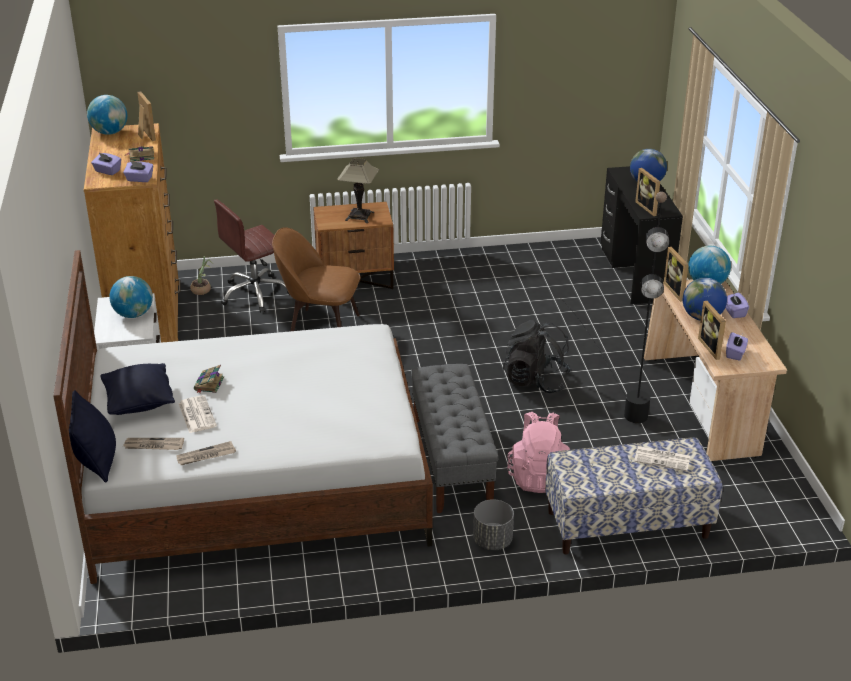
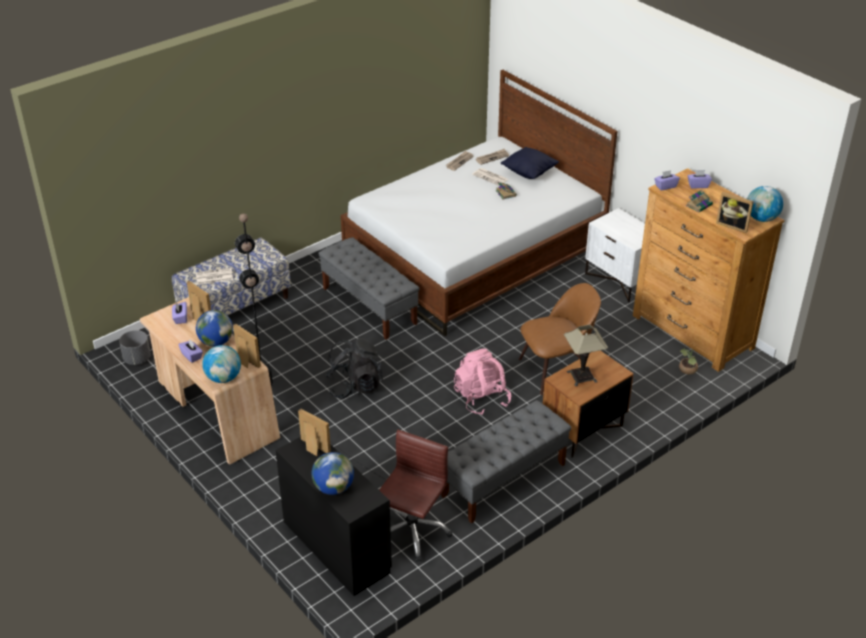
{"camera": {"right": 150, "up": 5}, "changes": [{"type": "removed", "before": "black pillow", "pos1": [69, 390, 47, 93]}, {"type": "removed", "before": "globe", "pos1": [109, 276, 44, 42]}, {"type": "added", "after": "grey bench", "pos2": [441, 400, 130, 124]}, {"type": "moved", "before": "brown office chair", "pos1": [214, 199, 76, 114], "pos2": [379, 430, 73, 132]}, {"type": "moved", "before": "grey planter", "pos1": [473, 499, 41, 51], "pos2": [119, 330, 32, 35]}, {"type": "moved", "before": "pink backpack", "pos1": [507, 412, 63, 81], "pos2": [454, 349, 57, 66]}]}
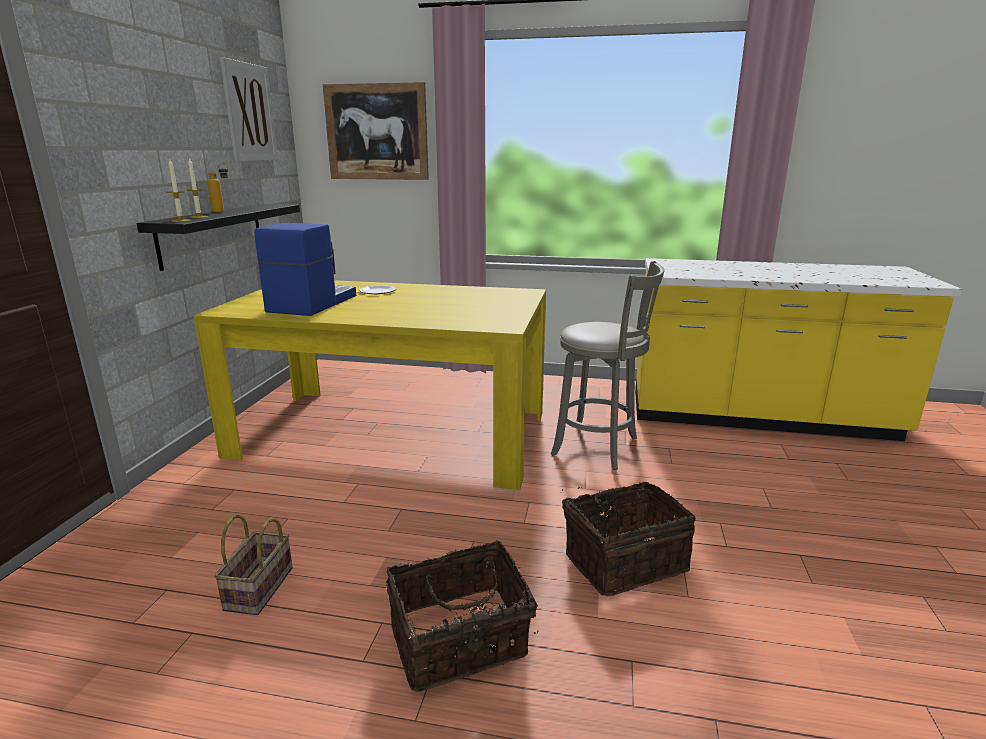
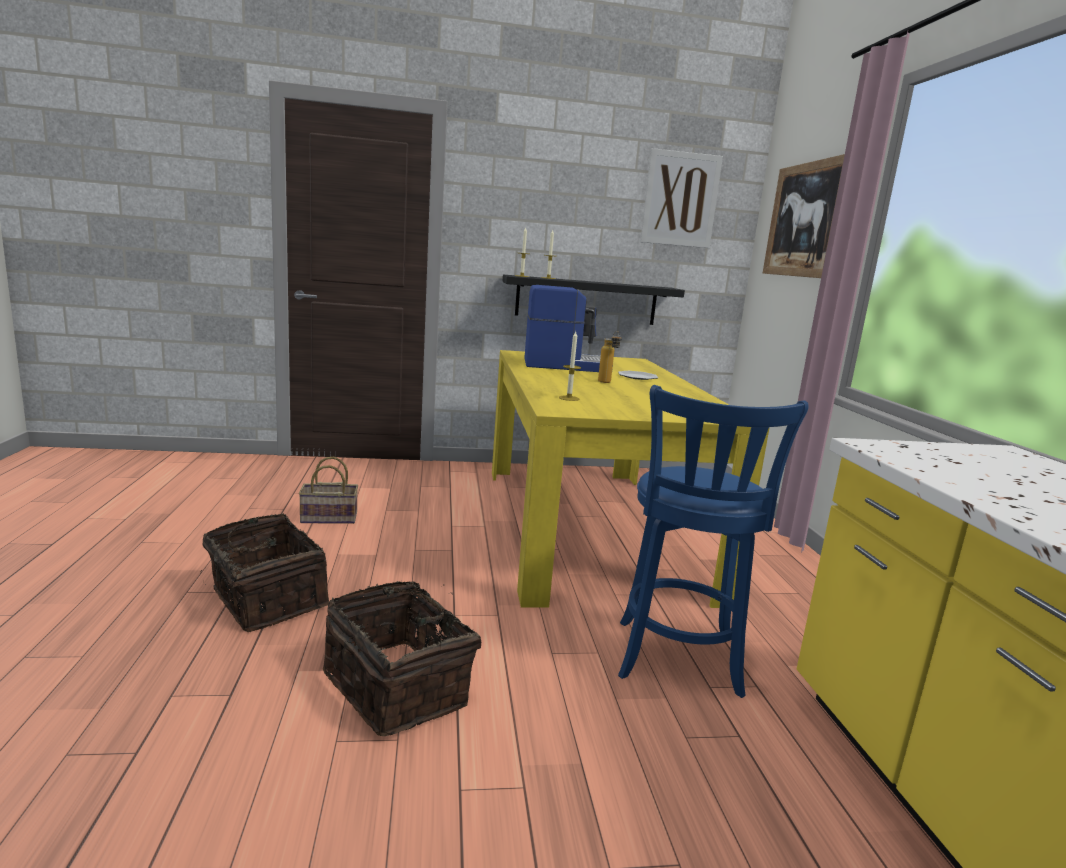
{"camera": {"right": 70, "up": -5}, "changes": [{"type": "added", "after": "candle", "pos2": [559, 331, 22, 70]}, {"type": "moved", "before": "bottle", "pos1": [207, 163, 21, 50], "pos2": [598, 331, 24, 52]}, {"type": "recoloured", "before": "grey stool", "after": "blue stool", "pos1": [551, 261, 113, 209], "pos2": [618, 385, 191, 313]}]}
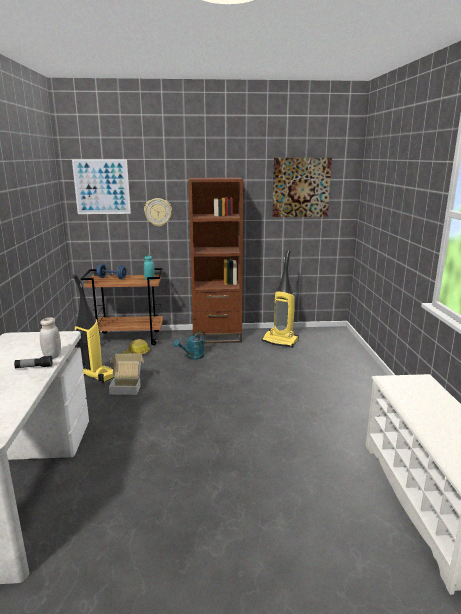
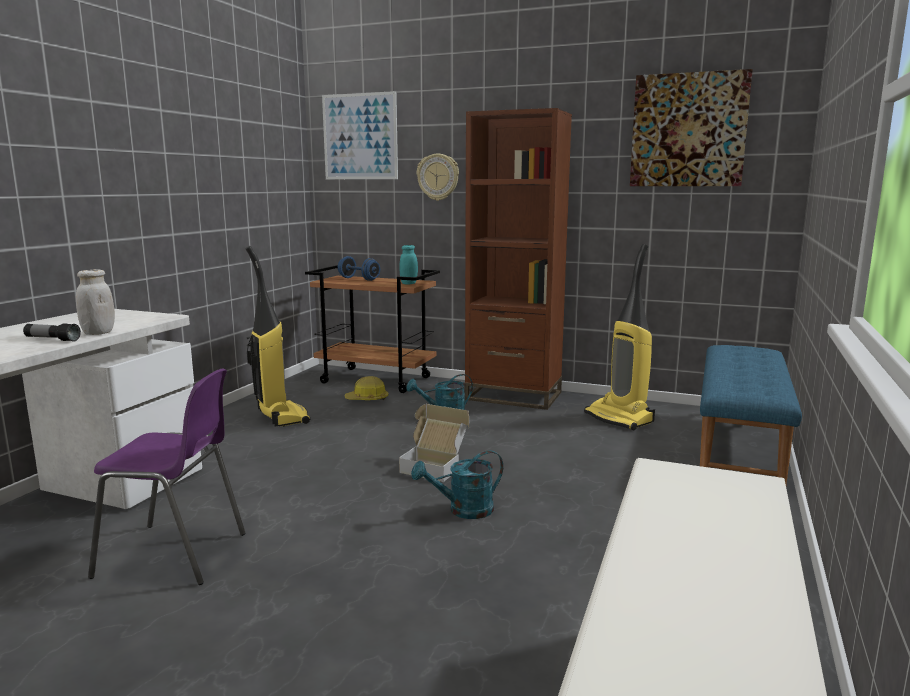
{"camera": {"right": 25, "up": -5}, "changes": [{"type": "added", "after": "purple chair", "pos2": [88, 369, 158, 216]}, {"type": "added", "after": "turquoise watering can", "pos2": [411, 451, 92, 68]}, {"type": "added", "after": "blue bench", "pos2": [700, 345, 102, 139]}, {"type": "moved", "before": "cardboard box", "pos1": [109, 354, 35, 41], "pos2": [399, 404, 71, 78]}]}
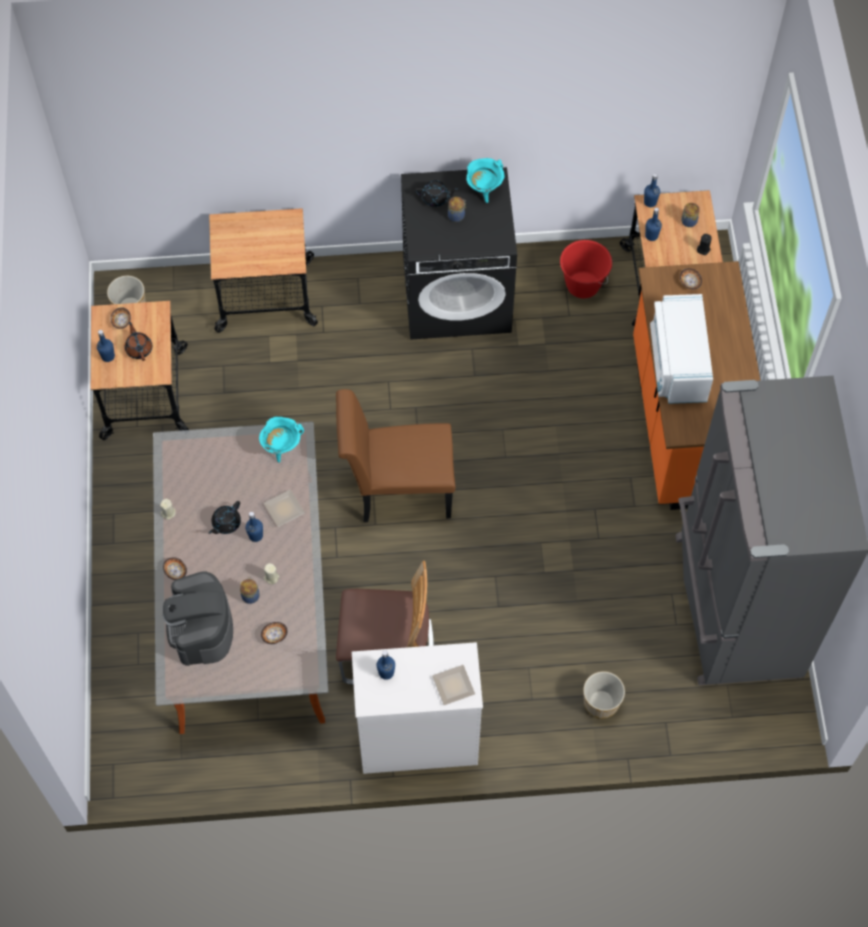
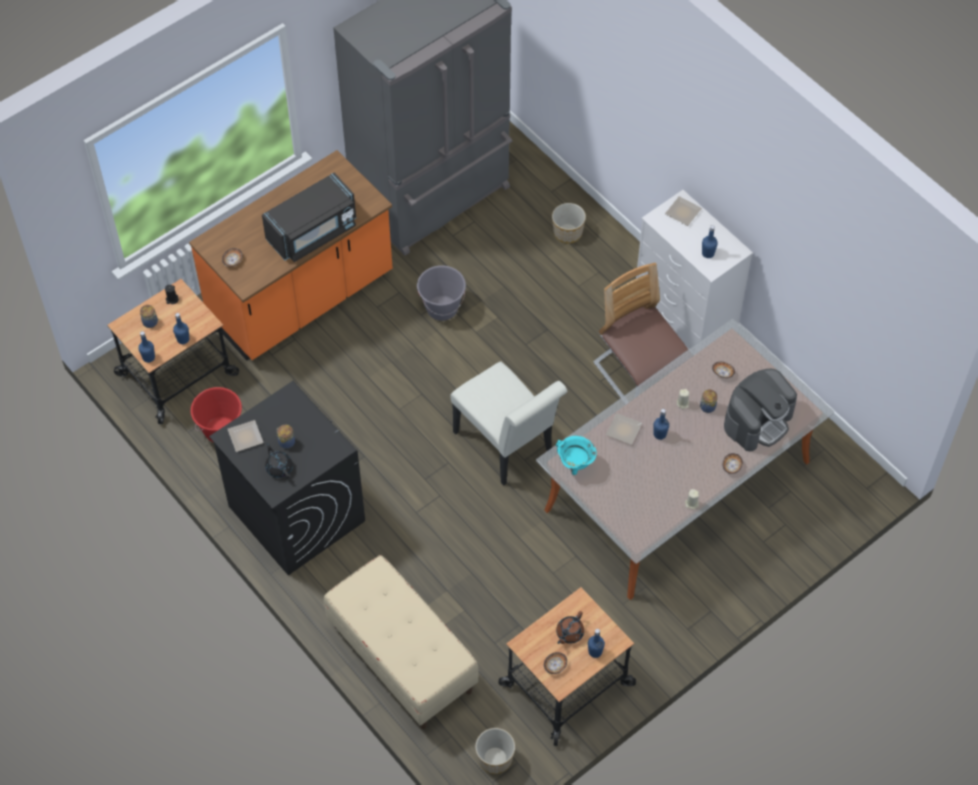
{"camera": {"right": -125, "up": -5}, "changes": [{"type": "removed", "before": "black teapot", "pos1": [209, 501, 32, 33]}, {"type": "added", "after": "grey bucket", "pos2": [417, 265, 49, 56]}, {"type": "replaced", "before": "cart", "after": "beige bench", "pos1": [209, 208, 109, 125], "pos2": [324, 555, 155, 174]}, {"type": "replaced", "before": "turquoise cooking pot", "after": "plate", "pos1": [467, 158, 37, 45], "pos2": [228, 420, 36, 32]}, {"type": "recoloured", "before": "brown chair", "after": "white chair", "pos1": [336, 389, 120, 133], "pos2": [451, 361, 116, 125]}, {"type": "recoloured", "before": "white microwave", "after": "black microwave", "pos1": [650, 294, 63, 110], "pos2": [262, 173, 94, 89]}]}
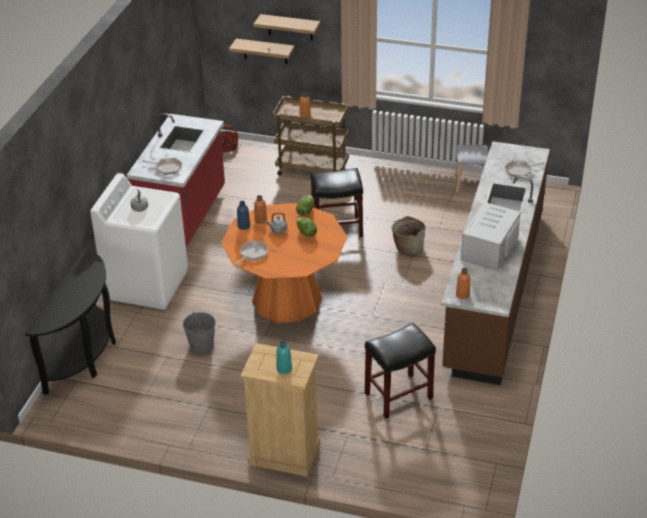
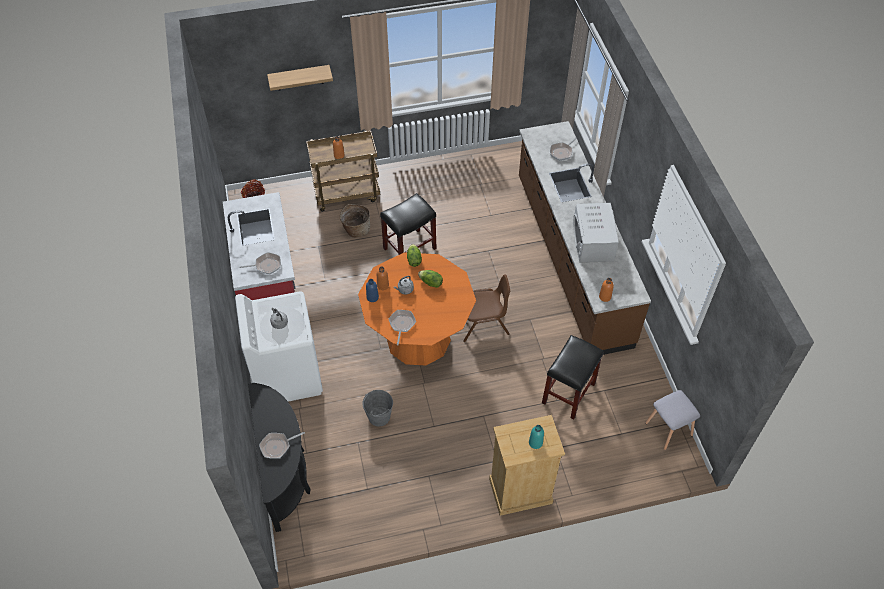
{"camera": {"right": -30, "up": 15}, "changes": [{"type": "removed", "before": "shelf", "pos1": [229, 39, 66, 25]}, {"type": "added", "after": "frying pan", "pos2": [259, 432, 46, 27]}, {"type": "added", "after": "brown chair", "pos2": [463, 274, 47, 68]}, {"type": "moved", "before": "basket", "pos1": [391, 216, 35, 38], "pos2": [340, 204, 30, 34]}, {"type": "moved", "before": "grey stool", "pos1": [454, 145, 35, 49], "pos2": [645, 390, 55, 60]}]}
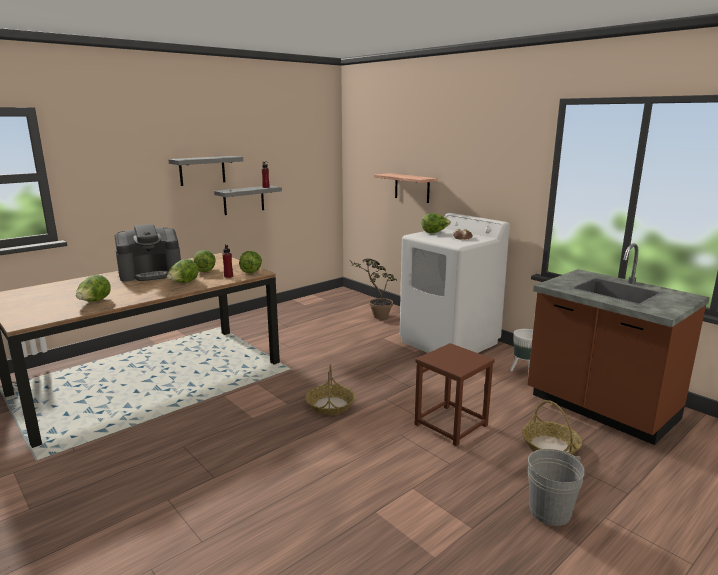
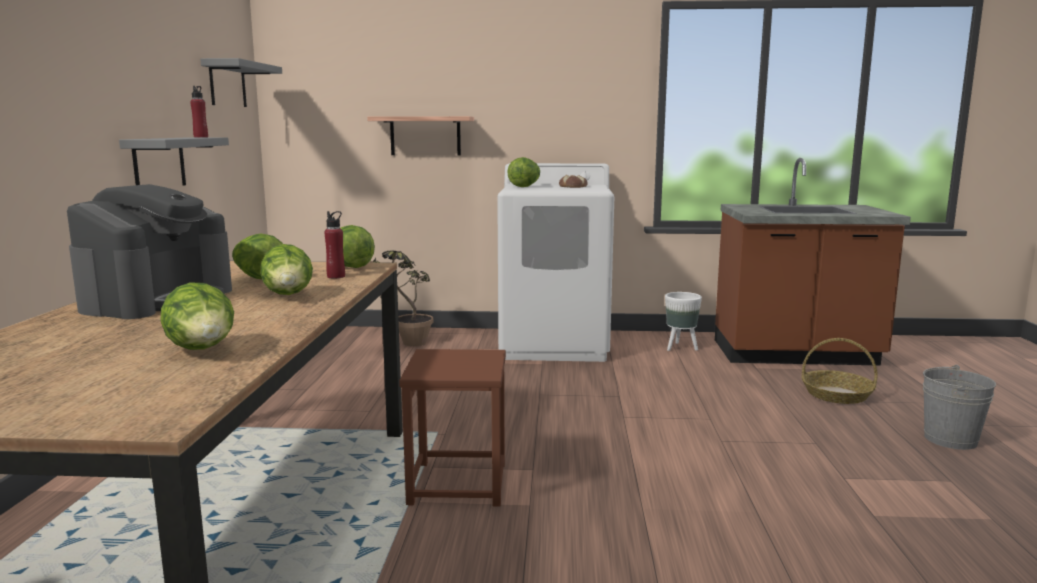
{"camera": {"right": -45, "up": -5}, "changes": [{"type": "removed", "before": "basket", "pos1": [306, 365, 49, 50]}, {"type": "moved", "before": "grey shelf", "pos1": [168, 156, 75, 30], "pos2": [200, 58, 82, 49]}, {"type": "moved", "before": "brown stool", "pos1": [415, 343, 80, 103], "pos2": [399, 349, 107, 158]}]}
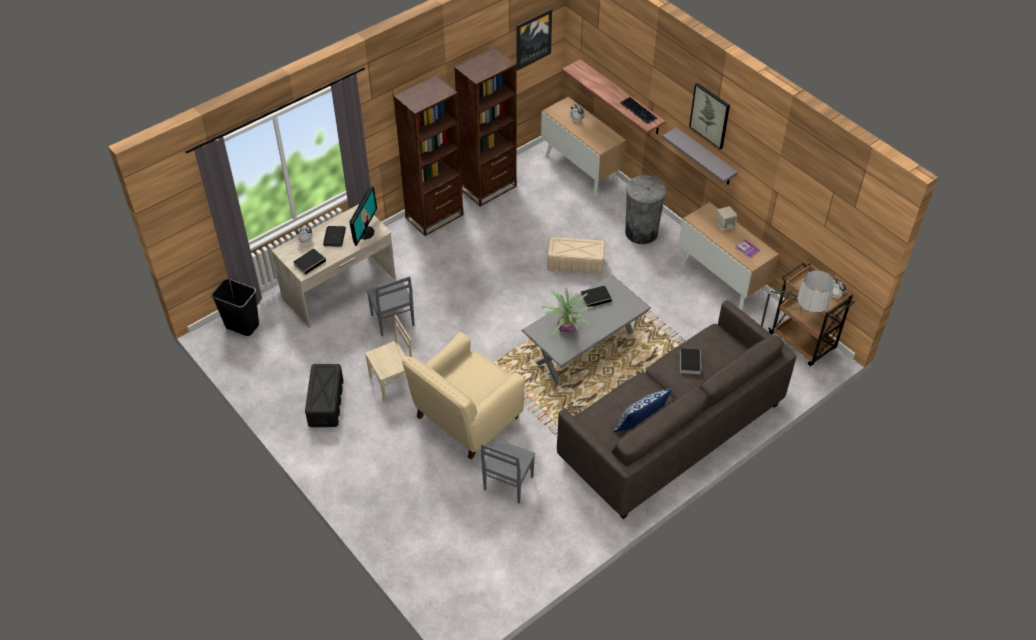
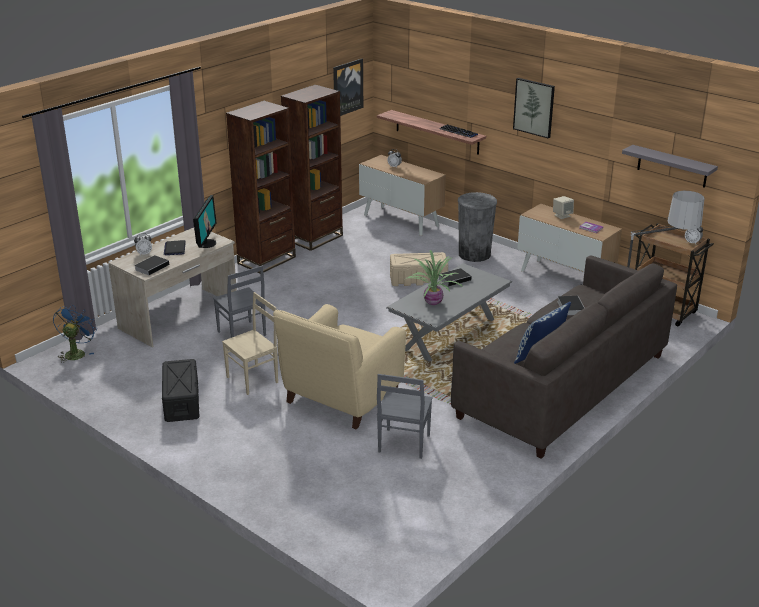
{"camera": {"right": -10, "up": -20}, "changes": [{"type": "moved", "before": "grey shelf", "pos1": [662, 127, 76, 58], "pos2": [622, 145, 96, 43]}, {"type": "replaced", "before": "black trash can", "after": "blue fan", "pos1": [211, 278, 48, 58], "pos2": [53, 305, 43, 58]}]}
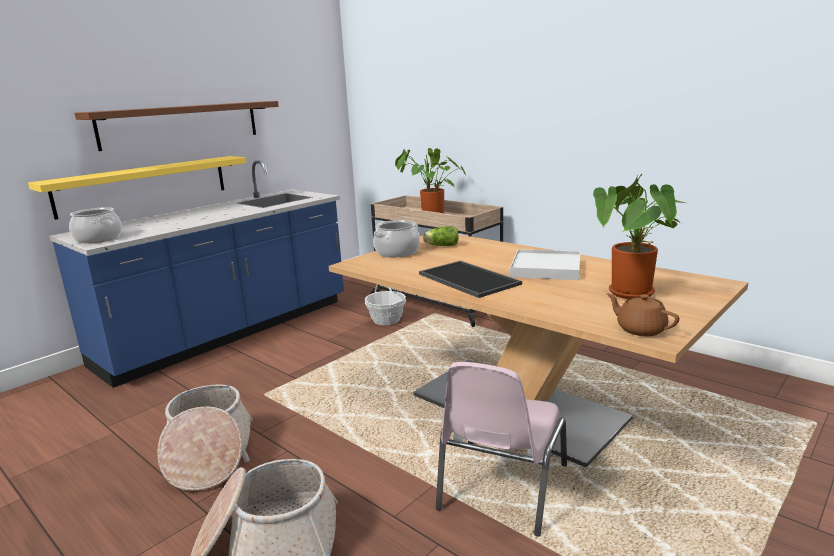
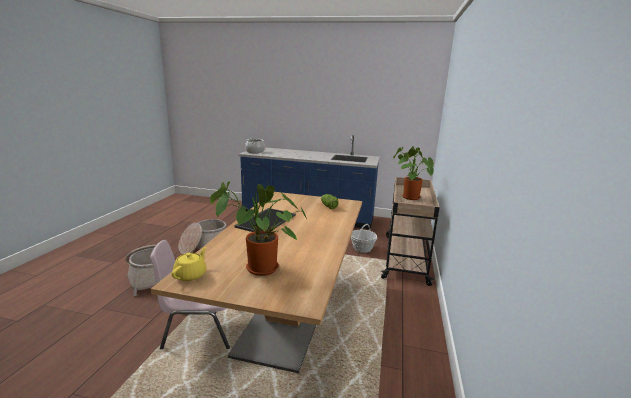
{"camera": {"right": 60, "up": 0}, "changes": [{"type": "removed", "before": "yellow shelf", "pos1": [28, 156, 218, 64]}, {"type": "removed", "before": "brown shelf", "pos1": [75, 101, 204, 50]}, {"type": "removed", "before": "cooking pot", "pos1": [373, 220, 47, 37]}, {"type": "removed", "before": "white tray", "pos1": [510, 249, 70, 31]}, {"type": "recoloured", "before": "brown teapot", "after": "yellow teapot", "pos1": [607, 293, 72, 43], "pos2": [172, 247, 34, 34]}]}
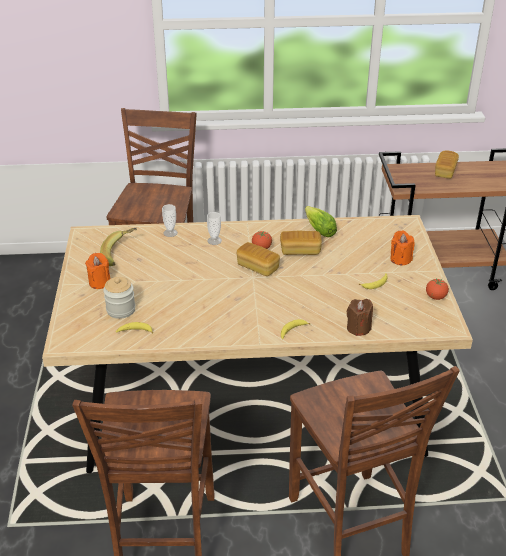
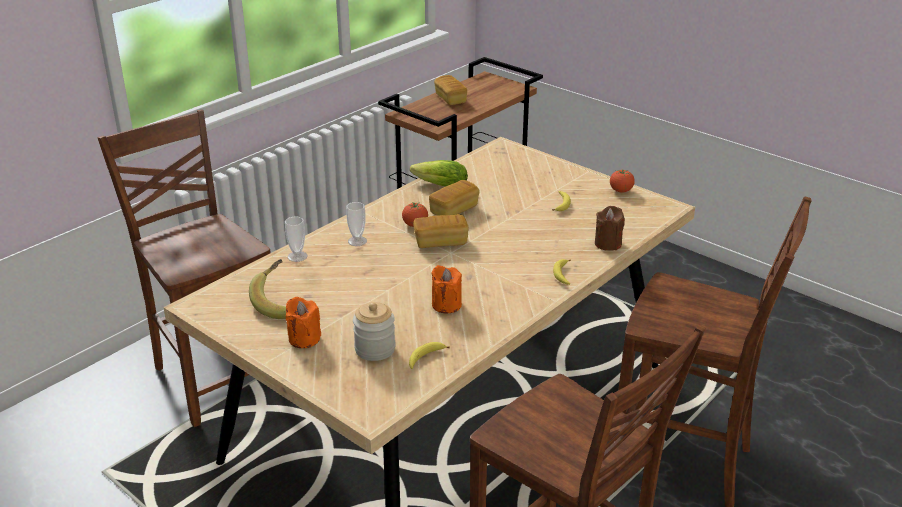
{"camera": {"right": -45, "up": -5}, "changes": [{"type": "moved", "before": "orange candle", "pos1": [390, 231, 25, 35], "pos2": [431, 265, 31, 49]}]}
